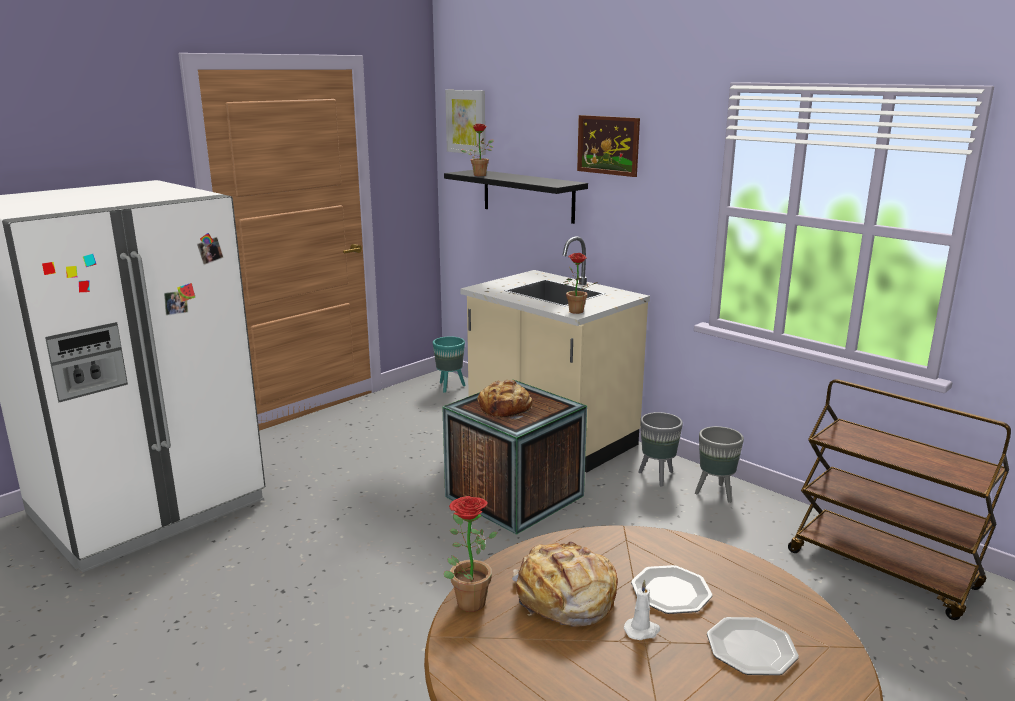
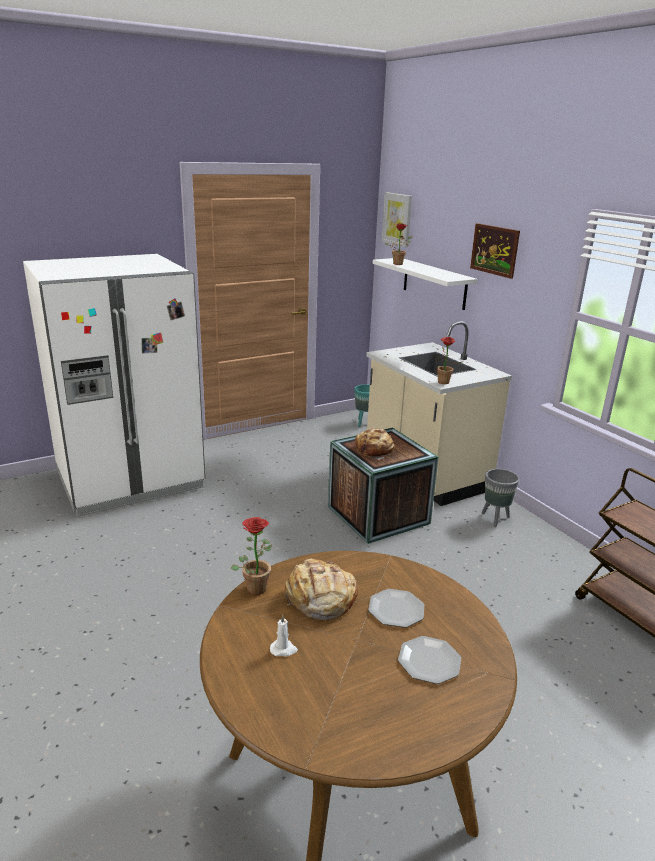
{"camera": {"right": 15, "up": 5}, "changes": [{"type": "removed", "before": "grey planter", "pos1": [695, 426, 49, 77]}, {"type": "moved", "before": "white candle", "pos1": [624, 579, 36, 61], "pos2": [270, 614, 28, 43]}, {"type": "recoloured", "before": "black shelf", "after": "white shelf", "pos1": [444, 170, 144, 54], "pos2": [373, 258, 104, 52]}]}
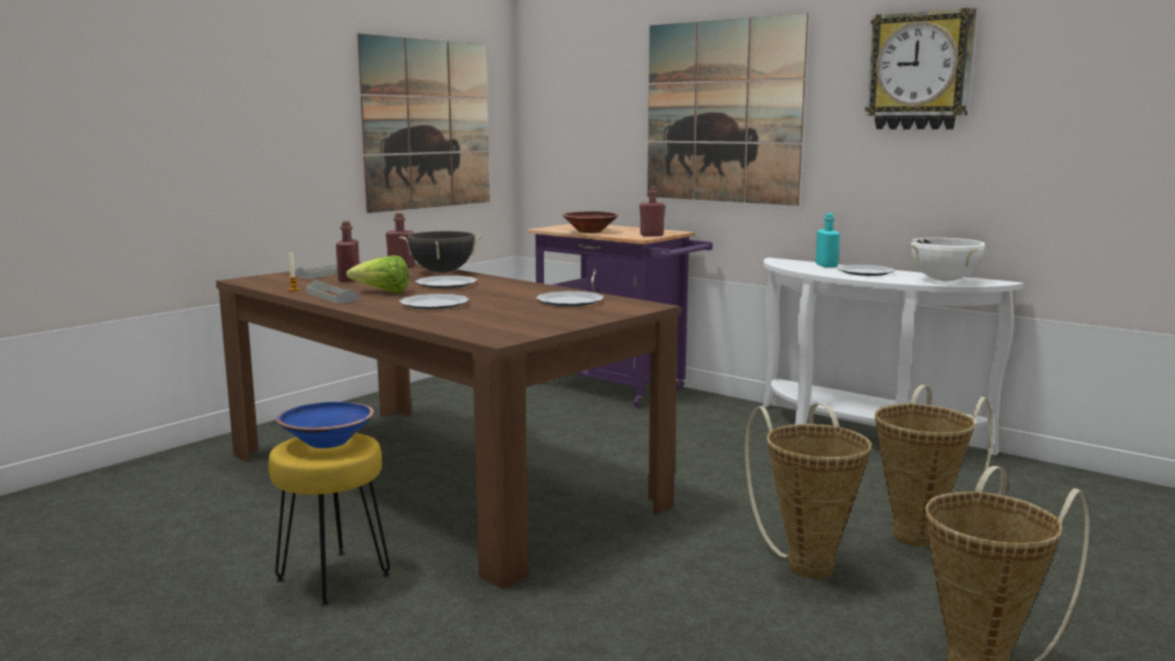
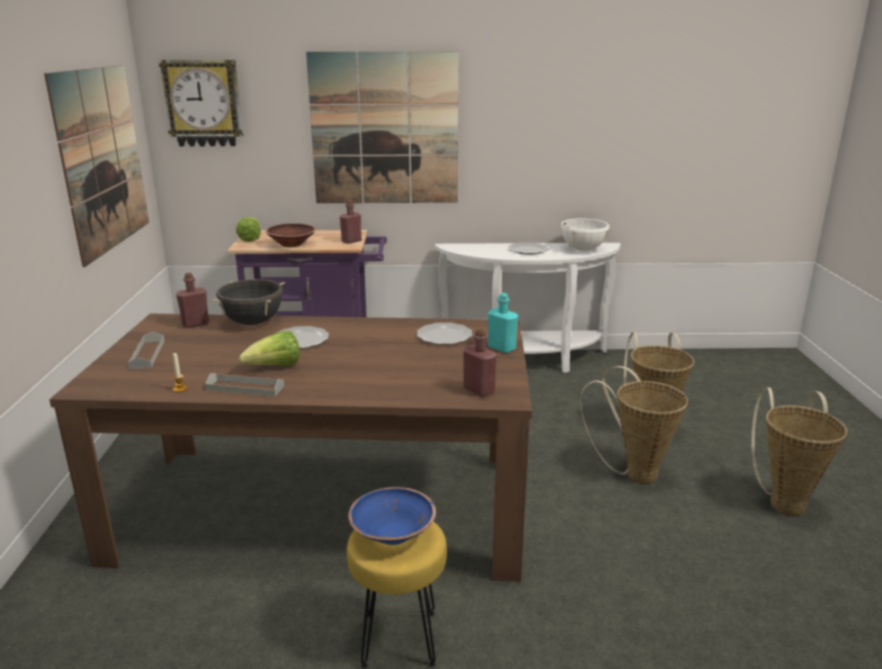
{"camera": {"right": -40, "up": 10}, "changes": [{"type": "removed", "before": "plate", "pos1": [399, 294, 70, 16]}, {"type": "added", "after": "lettuce", "pos2": [236, 217, 25, 25]}, {"type": "moved", "before": "red bottle", "pos1": [336, 221, 23, 61], "pos2": [463, 328, 34, 69]}, {"type": "moved", "before": "turquoise bottle", "pos1": [816, 213, 24, 54], "pos2": [488, 293, 30, 60]}, {"type": "moved", "before": "wall clock", "pos1": [865, 8, 111, 122], "pos2": [159, 60, 84, 87]}]}
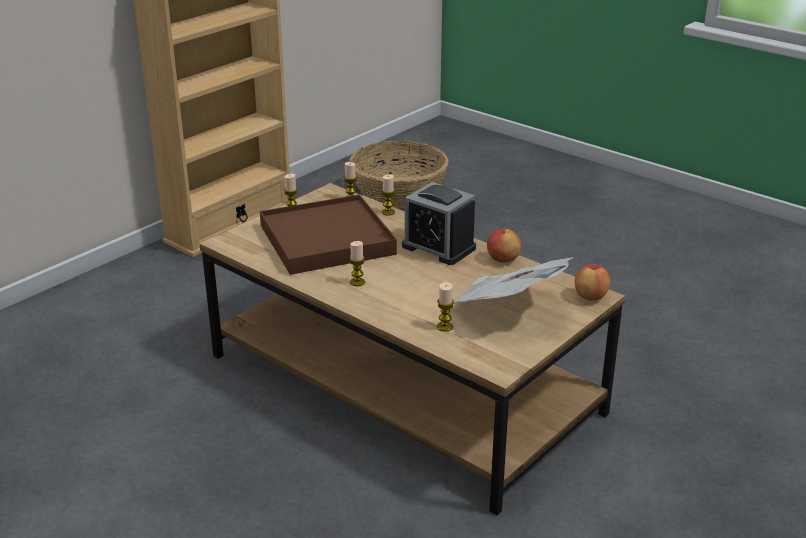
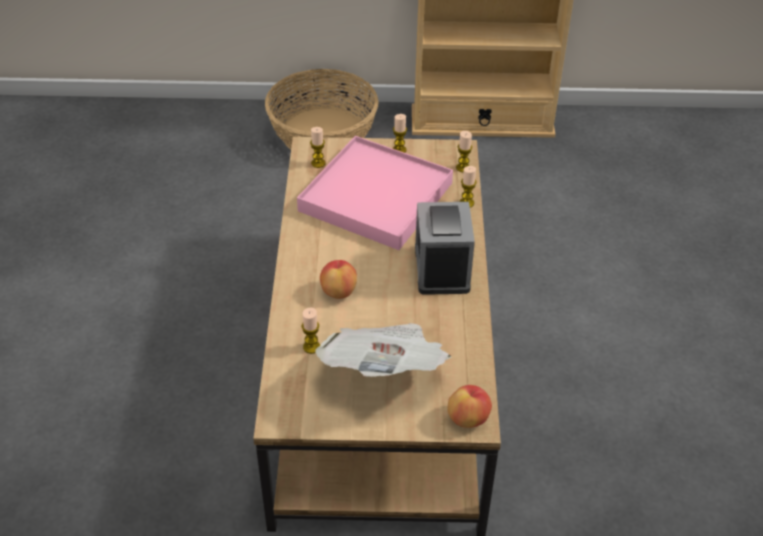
{"camera": {"right": 50, "up": 15}, "changes": [{"type": "moved", "before": "basket", "pos1": [349, 141, 99, 67], "pos2": [265, 69, 114, 81]}, {"type": "moved", "before": "candle", "pos1": [349, 241, 16, 45], "pos2": [310, 127, 15, 41]}, {"type": "moved", "before": "apple", "pos1": [487, 228, 34, 35], "pos2": [320, 260, 37, 39]}, {"type": "recoloured", "before": "brown tray", "after": "pink tray", "pos1": [260, 195, 137, 80], "pos2": [297, 136, 156, 114]}]}
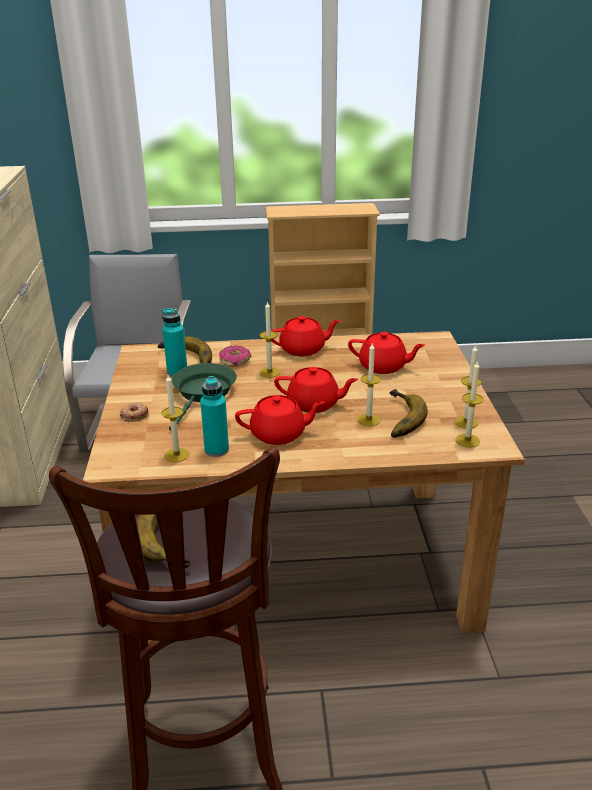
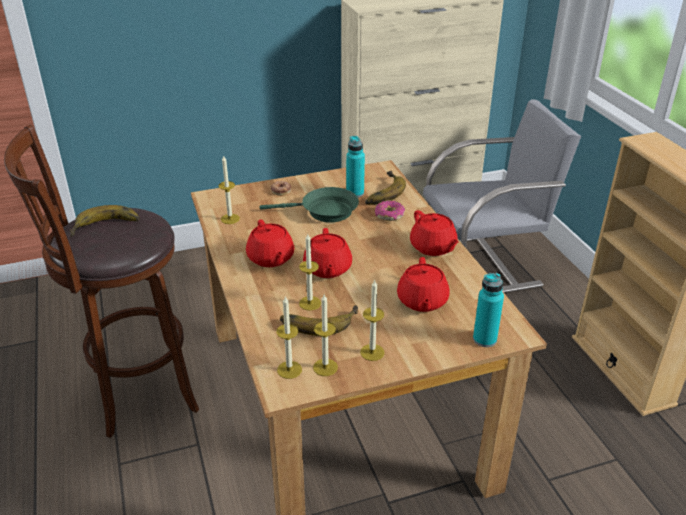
{"camera": {"right": 75, "up": 5}, "changes": [{"type": "moved", "before": "turquoise bottle", "pos1": [200, 376, 29, 81], "pos2": [473, 273, 31, 74]}, {"type": "moved", "before": "candle", "pos1": [260, 301, 20, 77], "pos2": [360, 279, 25, 82]}]}
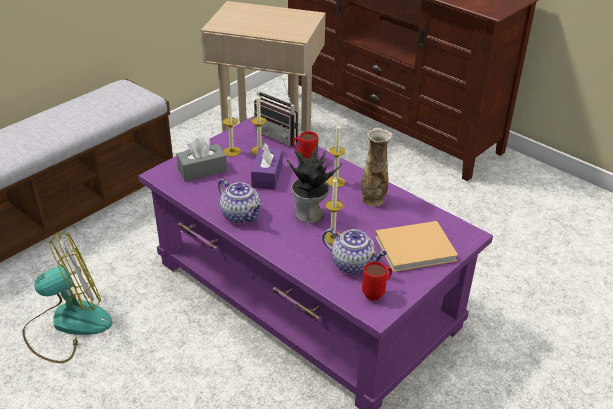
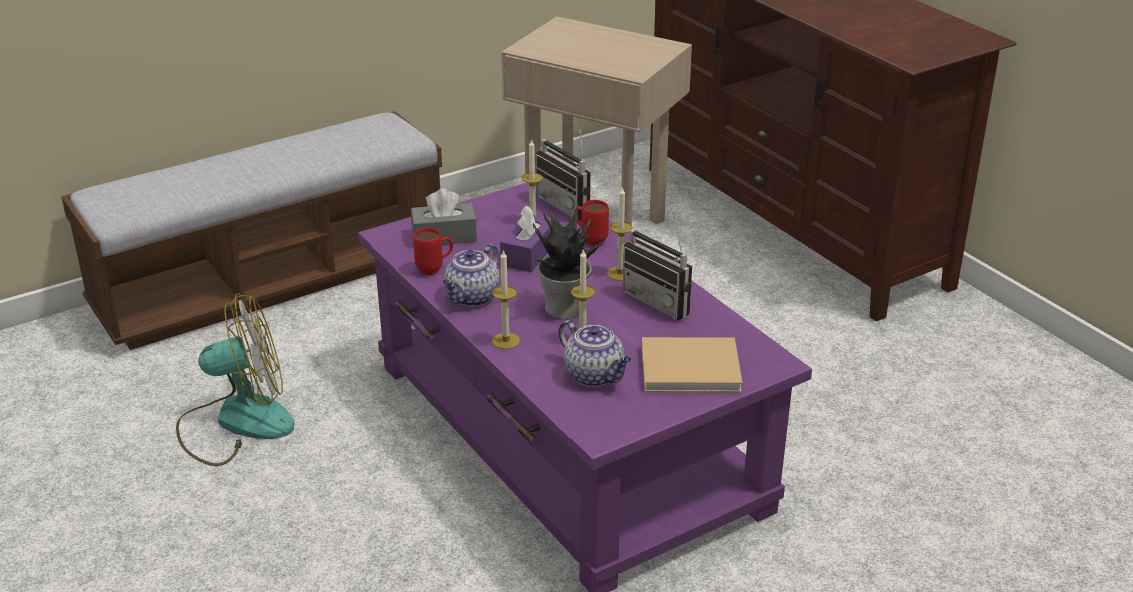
{"camera": {"right": 15, "up": -5}, "changes": [{"type": "moved", "before": "candle", "pos1": [223, 95, 18, 62], "pos2": [492, 250, 28, 99]}, {"type": "moved", "before": "red mug", "pos1": [362, 261, 30, 40], "pos2": [413, 228, 40, 47]}, {"type": "replaced", "before": "vase", "after": "radio", "pos1": [361, 128, 32, 78], "pos2": [623, 212, 69, 108]}, {"type": "turned", "before": "teapot", "pos1": [218, 179, 44, 44], "pos2": [442, 244, 58, 62], "turn": 60}]}
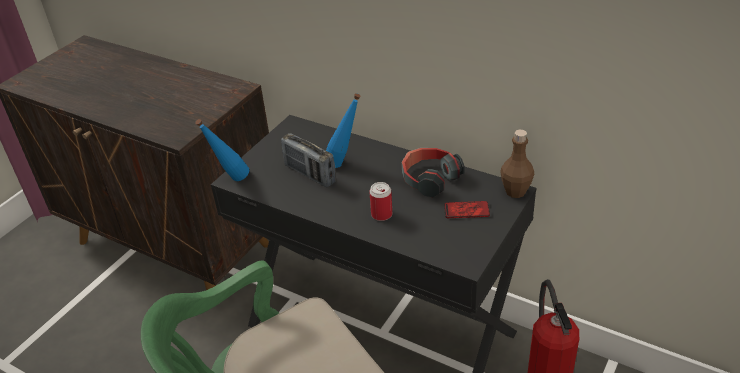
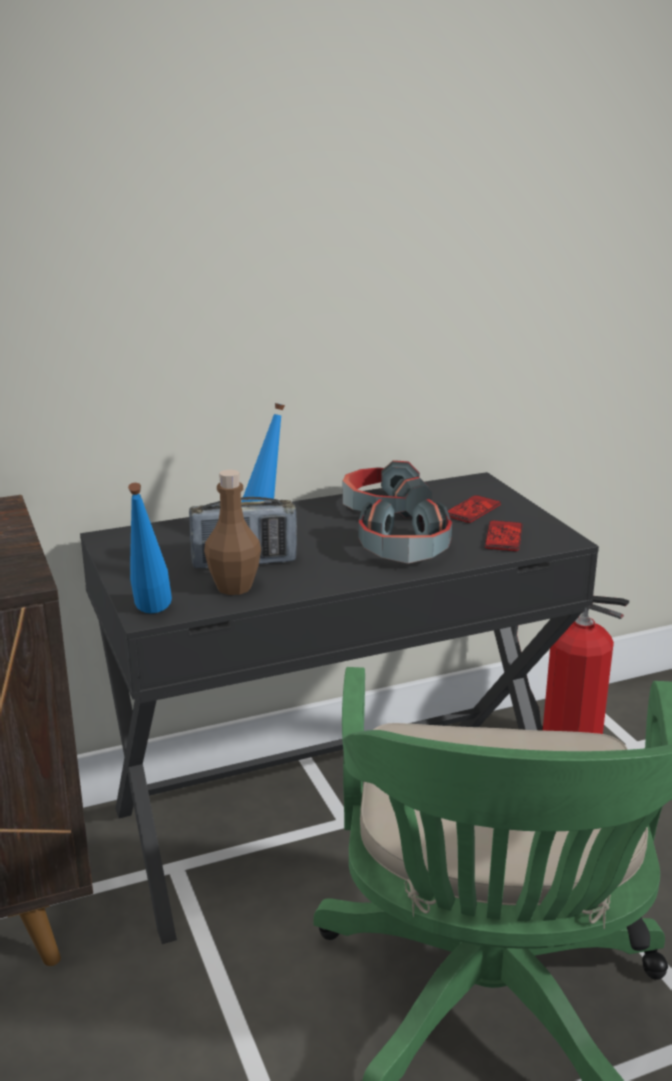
{"camera": {"right": -55, "up": -15}, "changes": [{"type": "added", "after": "phone", "pos2": [484, 520, 39, 31]}, {"type": "moved", "before": "brown bottle", "pos1": [500, 130, 34, 68], "pos2": [204, 470, 57, 125]}, {"type": "replaced", "before": "can", "after": "headphones", "pos1": [369, 182, 23, 39], "pos2": [359, 499, 93, 65]}]}
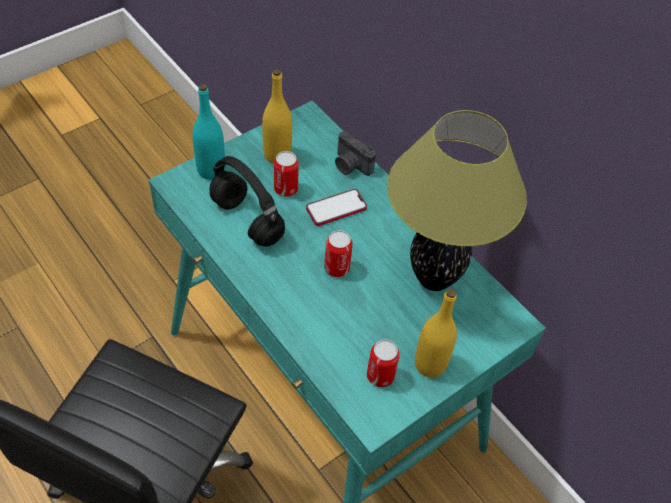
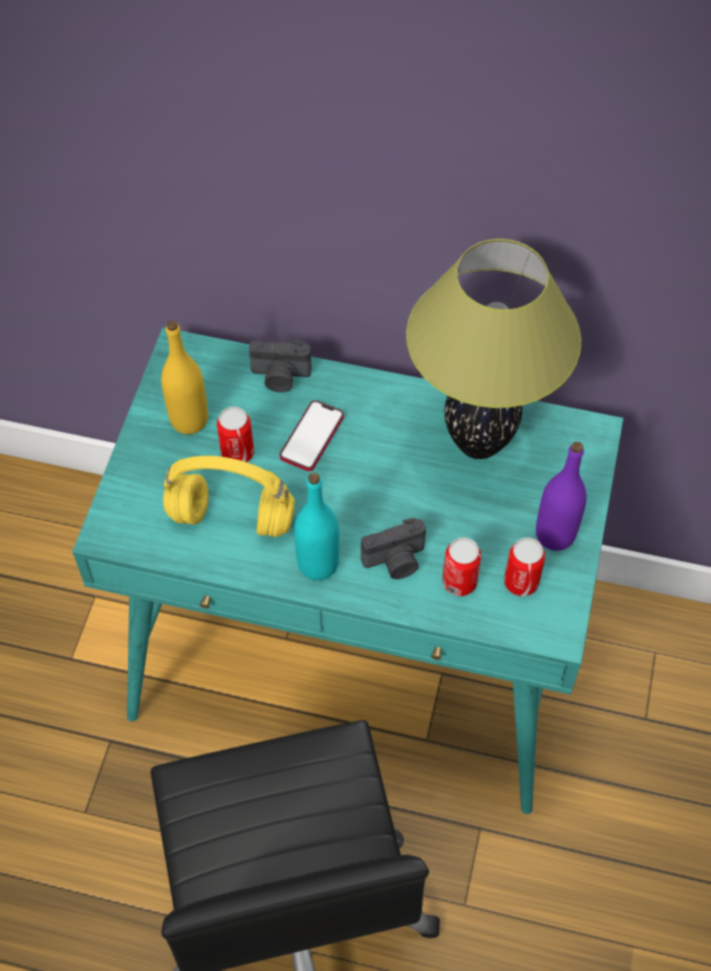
{"camera": {"right": -35, "up": 5}, "changes": [{"type": "added", "after": "photo camera", "pos2": [361, 518, 65, 61]}, {"type": "moved", "before": "turquoise bottle", "pos1": [193, 84, 32, 96], "pos2": [294, 473, 45, 108]}, {"type": "moved", "before": "can", "pos1": [324, 230, 29, 47], "pos2": [442, 537, 39, 59]}, {"type": "recoloured", "before": "black headphones", "after": "yellow headphones", "pos1": [209, 156, 76, 91], "pos2": [163, 456, 132, 81]}, {"type": "recoloured", "before": "yellow bottle", "after": "purple bottle", "pos1": [415, 289, 42, 89], "pos2": [536, 442, 51, 109]}]}
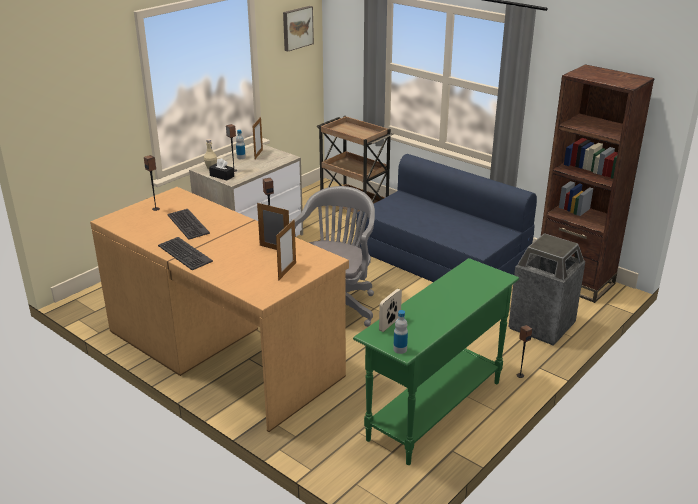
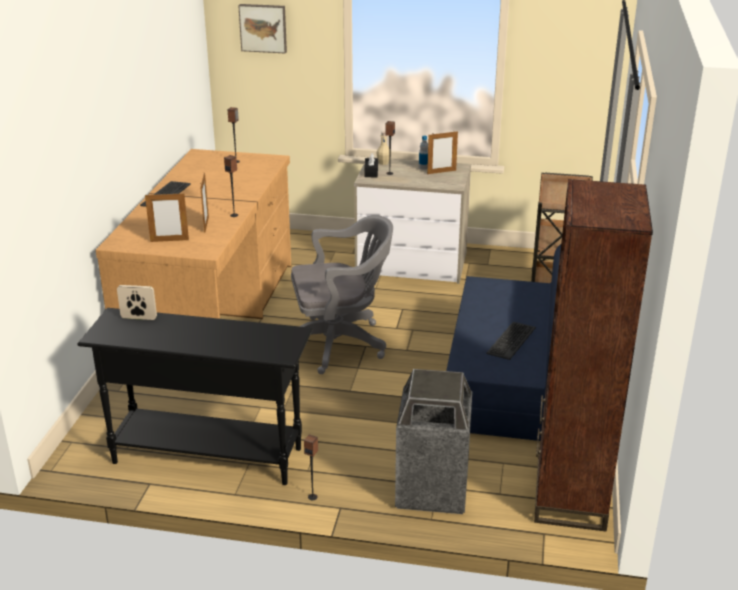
{"camera": {"right": 60, "up": 0}, "changes": [{"type": "removed", "before": "bottle", "pos1": [393, 310, 15, 44]}, {"type": "moved", "before": "keyboard", "pos1": [167, 209, 43, 31], "pos2": [486, 322, 50, 38]}, {"type": "moved", "before": "picture", "pos1": [283, 6, 31, 46], "pos2": [238, 4, 49, 49]}, {"type": "recoloured", "before": "green console table", "after": "black console table", "pos1": [353, 258, 166, 207], "pos2": [77, 308, 235, 177]}]}
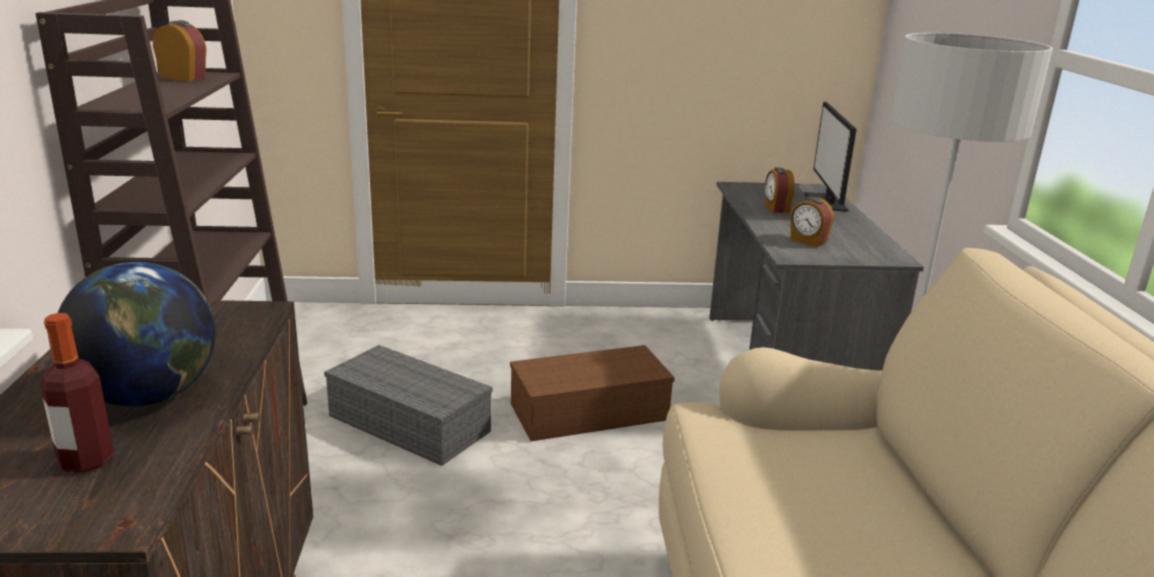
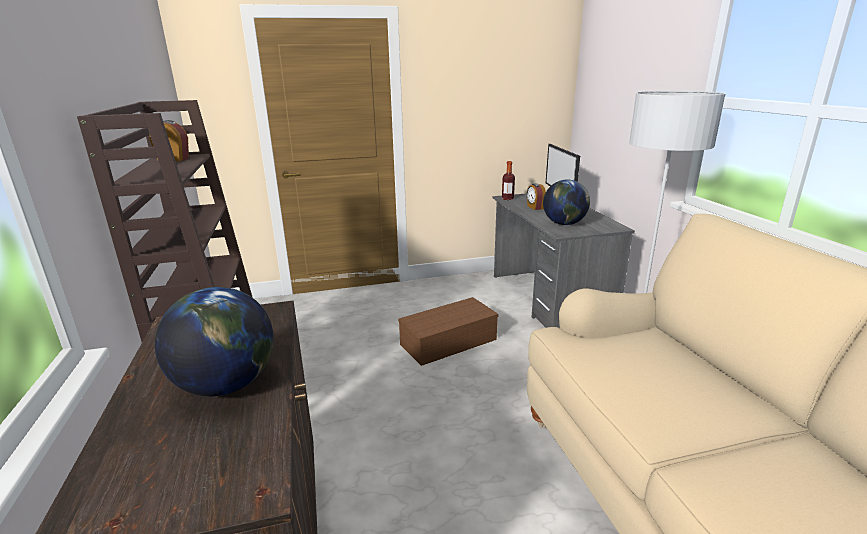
{"camera": {"right": -10, "up": 0}, "changes": [{"type": "removed", "before": "grey storage box", "pos1": [324, 345, 169, 121]}, {"type": "moved", "before": "bottle", "pos1": [40, 313, 74, 159], "pos2": [502, 161, 13, 39]}, {"type": "replaced", "before": "alarm clock", "after": "globe", "pos1": [790, 197, 44, 50], "pos2": [543, 180, 47, 45]}]}
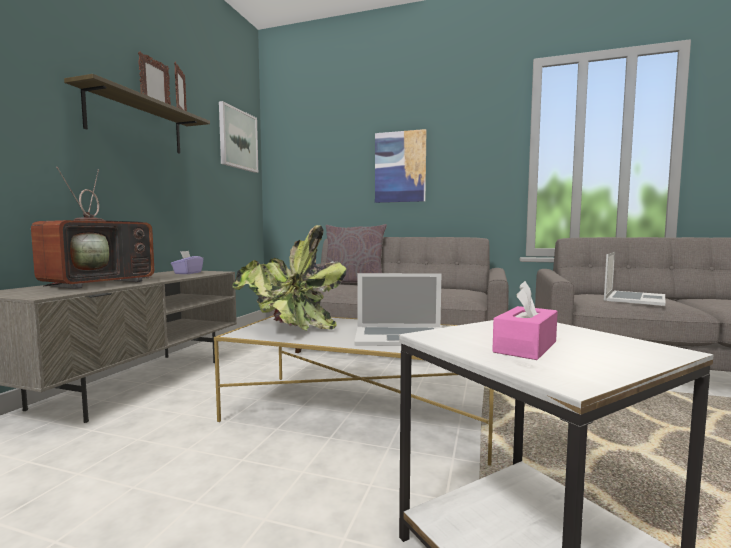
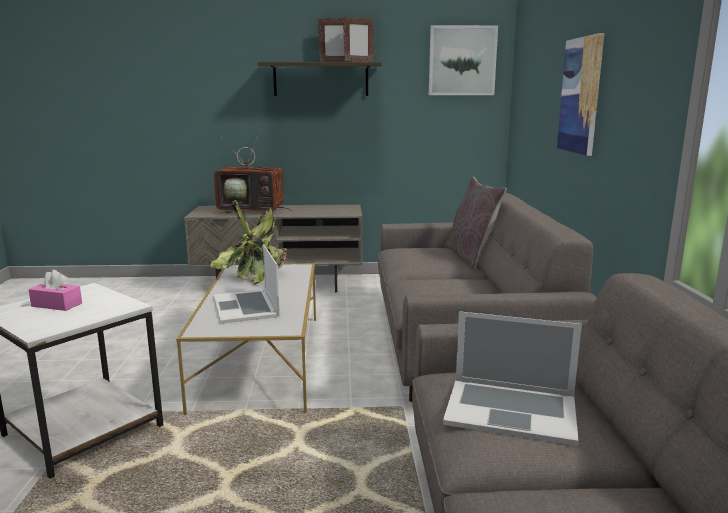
{"camera": {"right": 70, "up": 10}, "changes": [{"type": "removed", "before": "purple tissue box", "pos1": [171, 251, 32, 23]}]}
